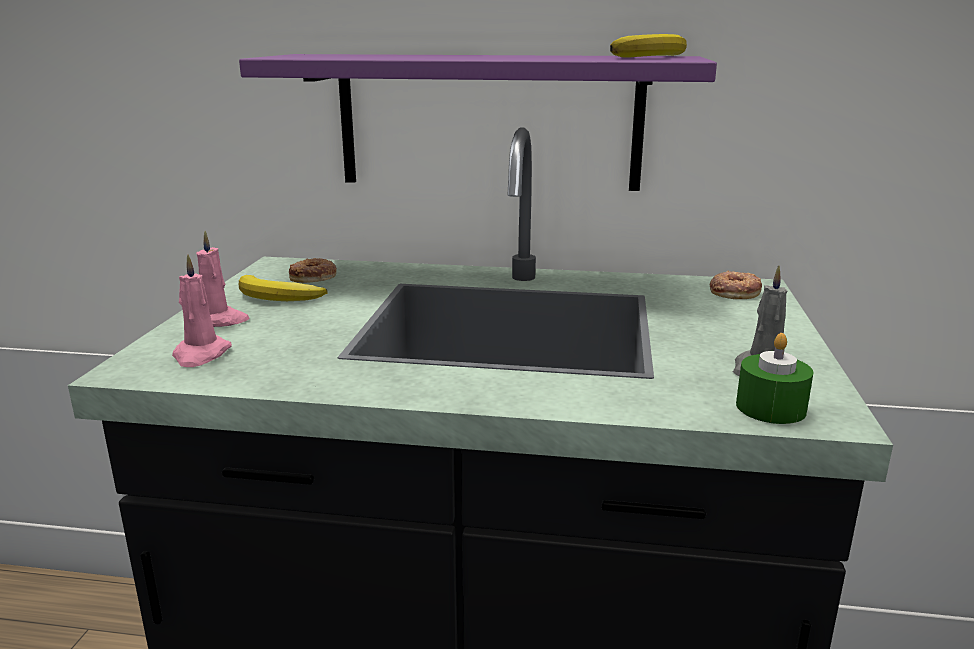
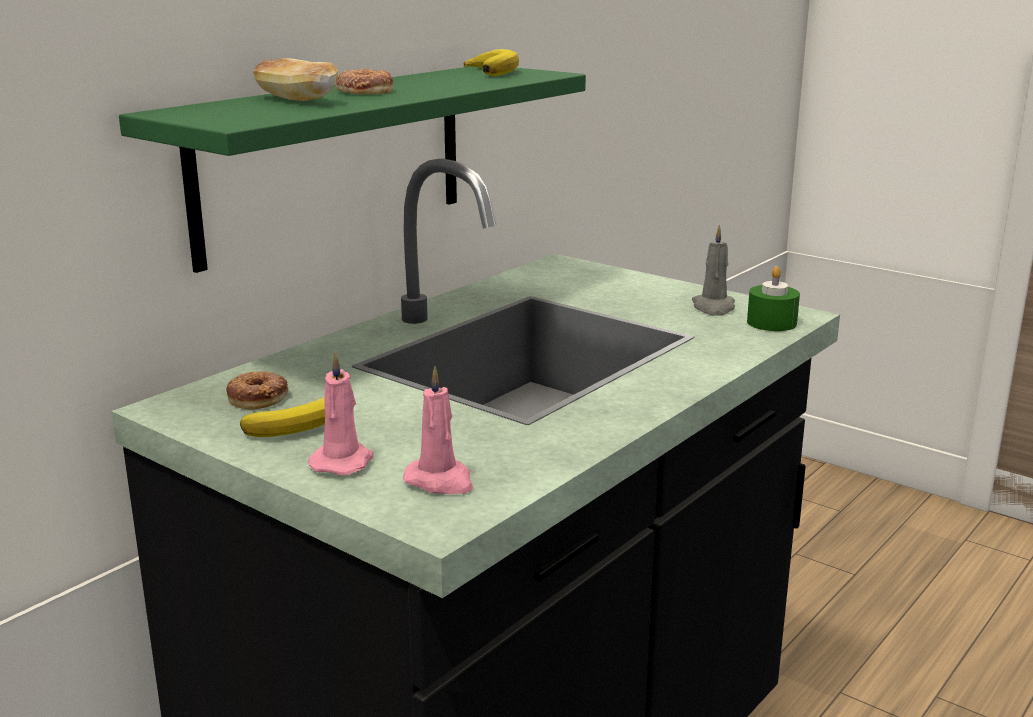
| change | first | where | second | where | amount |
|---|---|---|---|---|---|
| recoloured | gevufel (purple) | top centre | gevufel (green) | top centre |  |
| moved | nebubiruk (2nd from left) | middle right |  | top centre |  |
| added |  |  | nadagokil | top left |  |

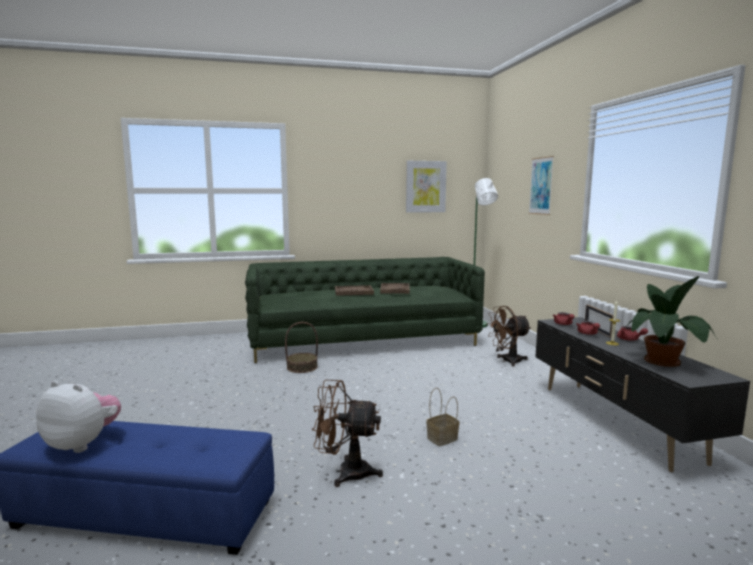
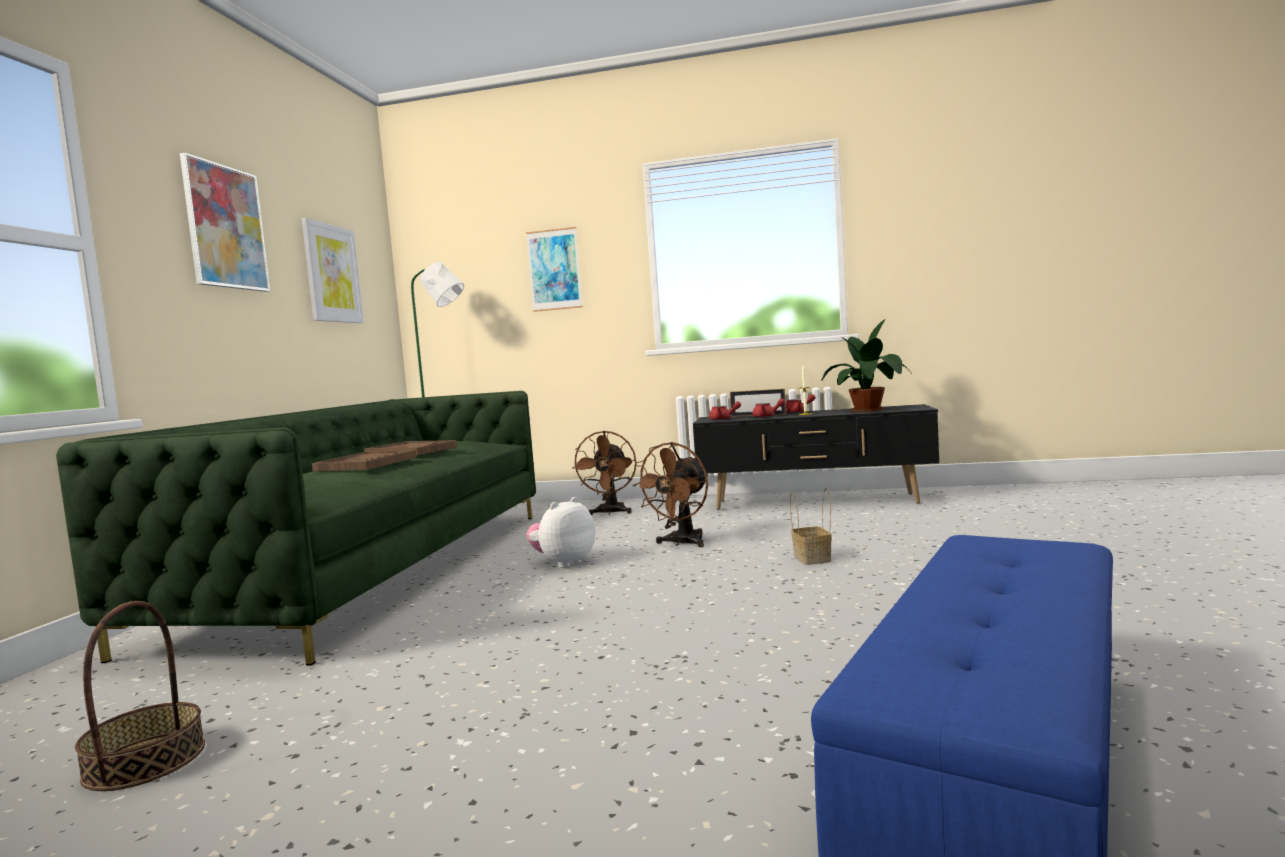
| change | first | where | second | where | amount |
|---|---|---|---|---|---|
| moved | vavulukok | bottom left |  | centre |  |
| moved | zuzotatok (1st from left) | centre |  | bottom left |  |
| moved | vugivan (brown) (1st from left in the first image) | bottom centre | vugivan (brown) (2nd from left) | centre |  |
| added |  |  | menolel (1st from left) | top left |  |

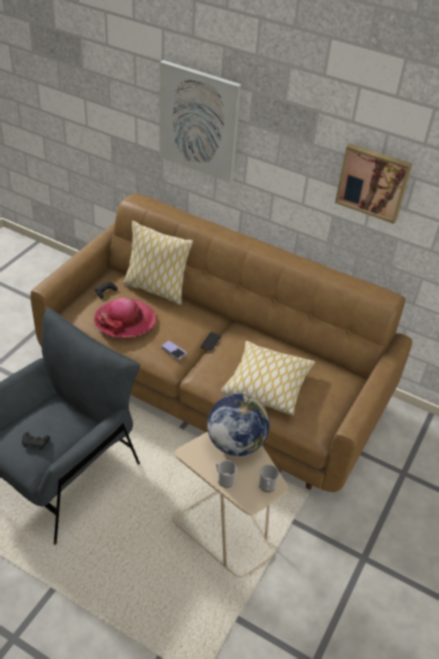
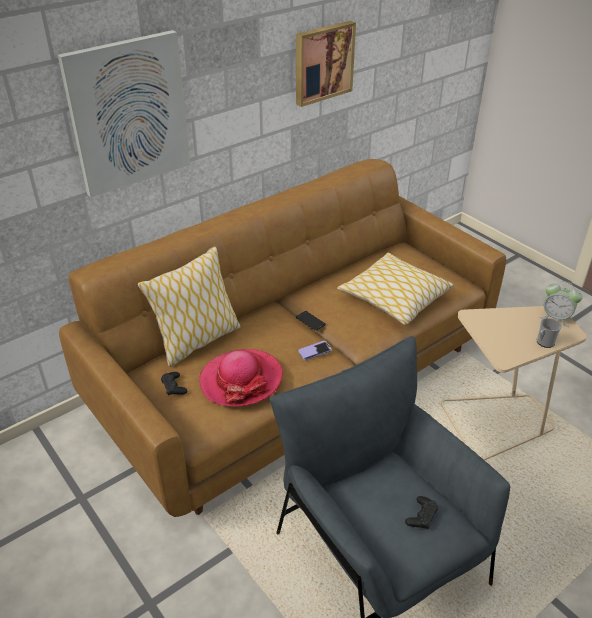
| change | first | where | second | where | amount |
|---|---|---|---|---|---|
| removed | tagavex | centre |  |  |  |
| replaced | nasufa (2nd from left) | bottom centre | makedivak | middle right |  |

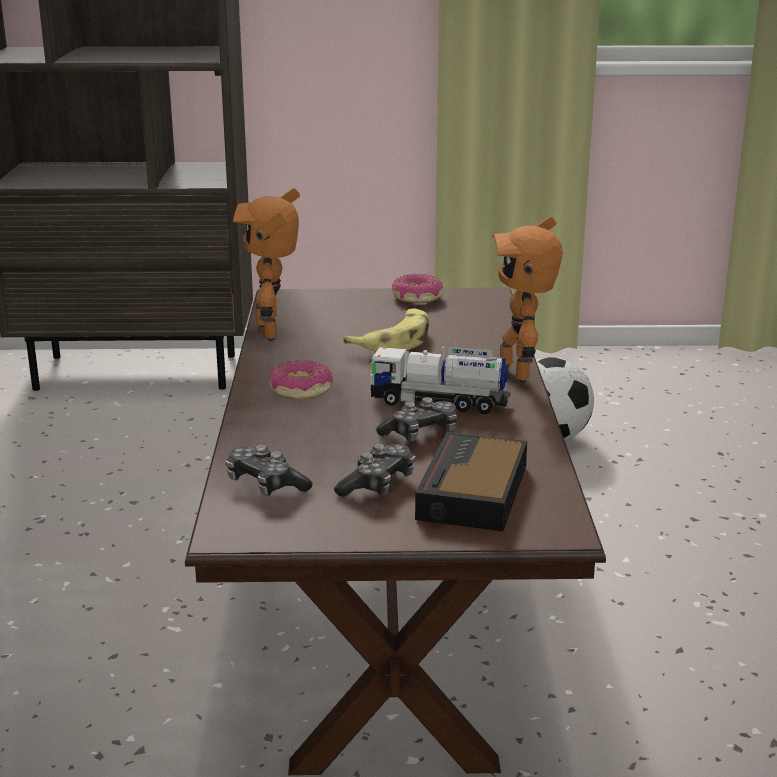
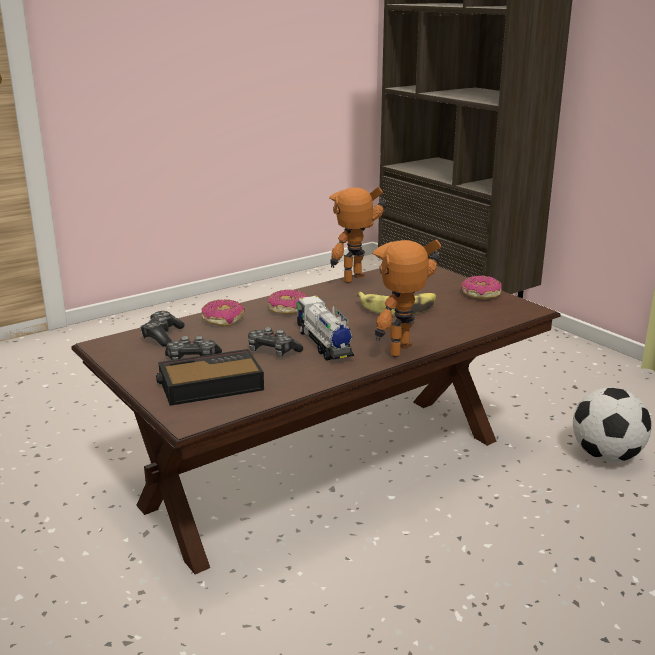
| change | first | where | second | where | amount |
|---|---|---|---|---|---|
| added |  |  | nebubiruk (1st from left) | centre |  |

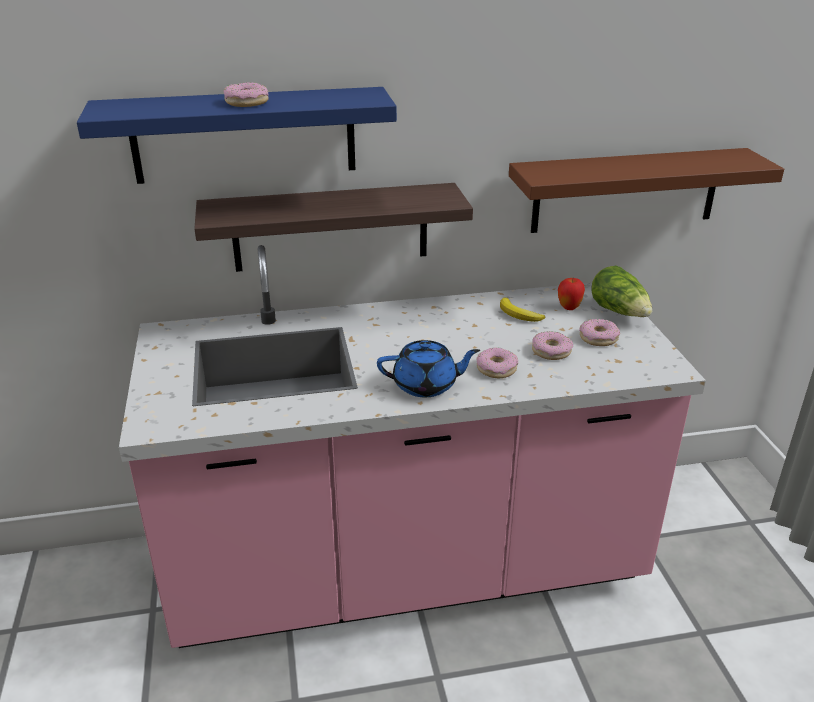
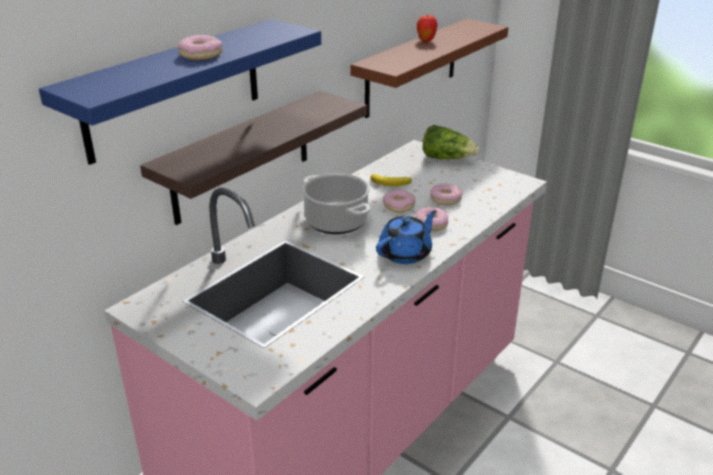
| change | first | where | second | where | amount |
|---|---|---|---|---|---|
| moved | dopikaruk | middle right |  | top centre |  |
| moved | nebubiruk (4th from left in the first image) | middle right | nebubiruk (2nd from left) | centre |  |
| added |  |  | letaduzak | centre |  |

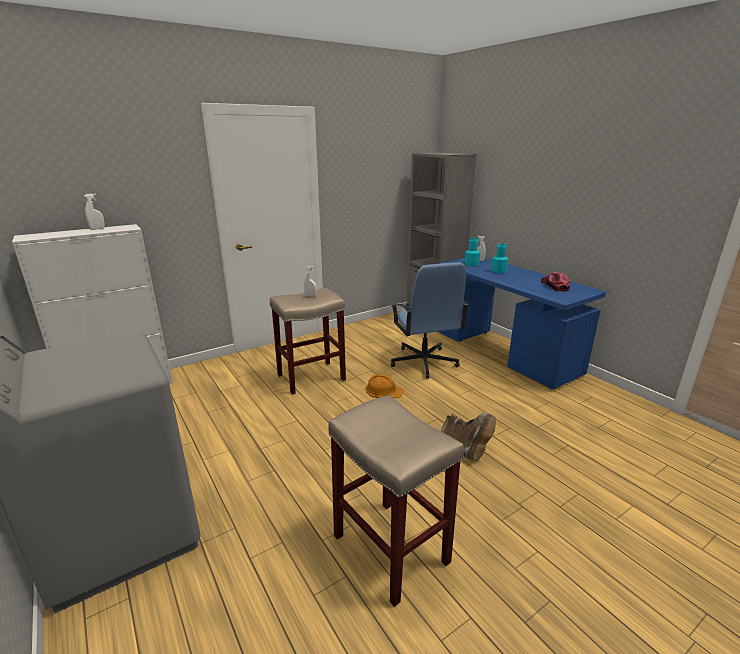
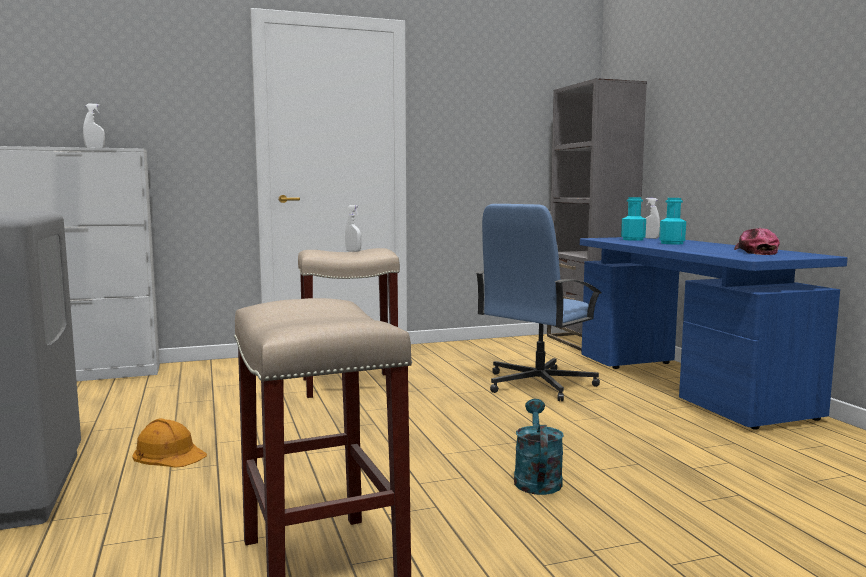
| change | first | where | second | where | amount |
|---|---|---|---|---|---|
| moved | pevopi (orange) | centre |  | bottom left |  |
| turned | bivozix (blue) | centre |  | centre | 45 degrees clockwise |
| replaced | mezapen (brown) | bottom centre | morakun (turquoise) | bottom centre |  |

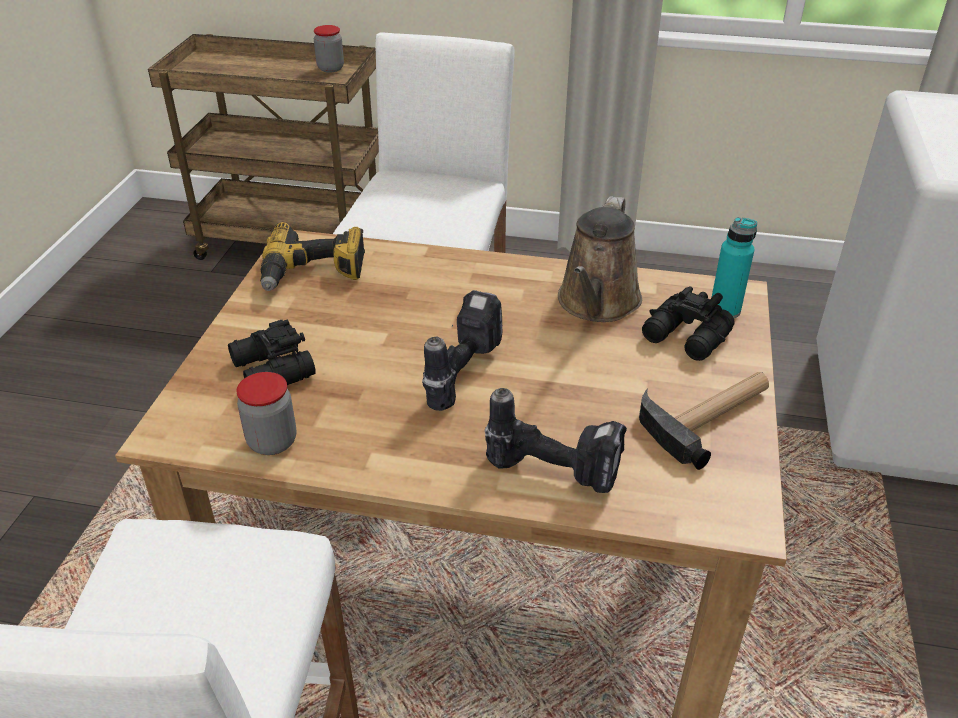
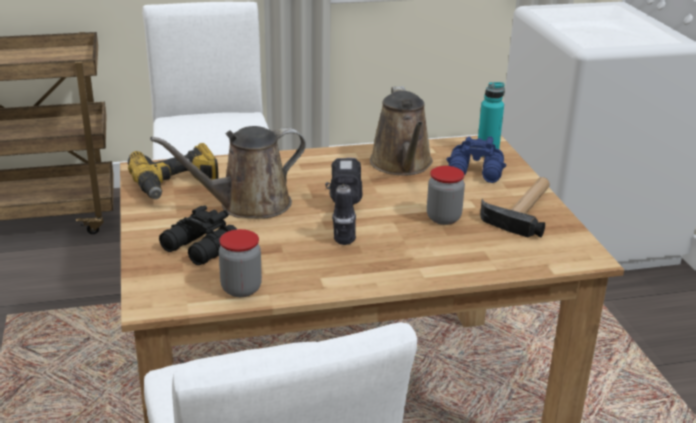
| change | first | where | second | where | amount |
|---|---|---|---|---|---|
| moved | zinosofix (2nd from left) | top centre |  | centre |  |
| removed | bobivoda (3rd from left) | centre |  |  |  |
| recoloured | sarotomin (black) (2nd from left) | middle right | sarotomin (blue) | middle right |  |
| added |  |  | morakun (brown) (1st from left) | middle left |  |

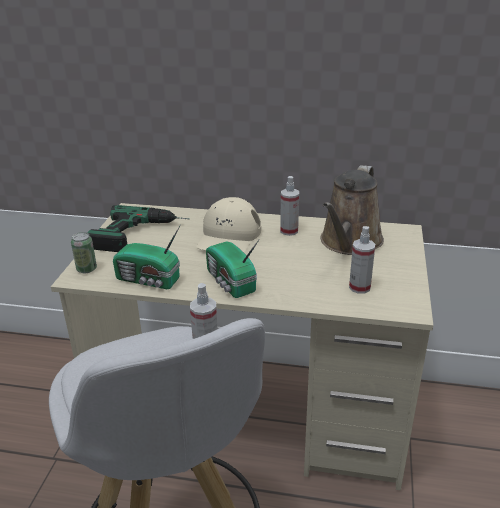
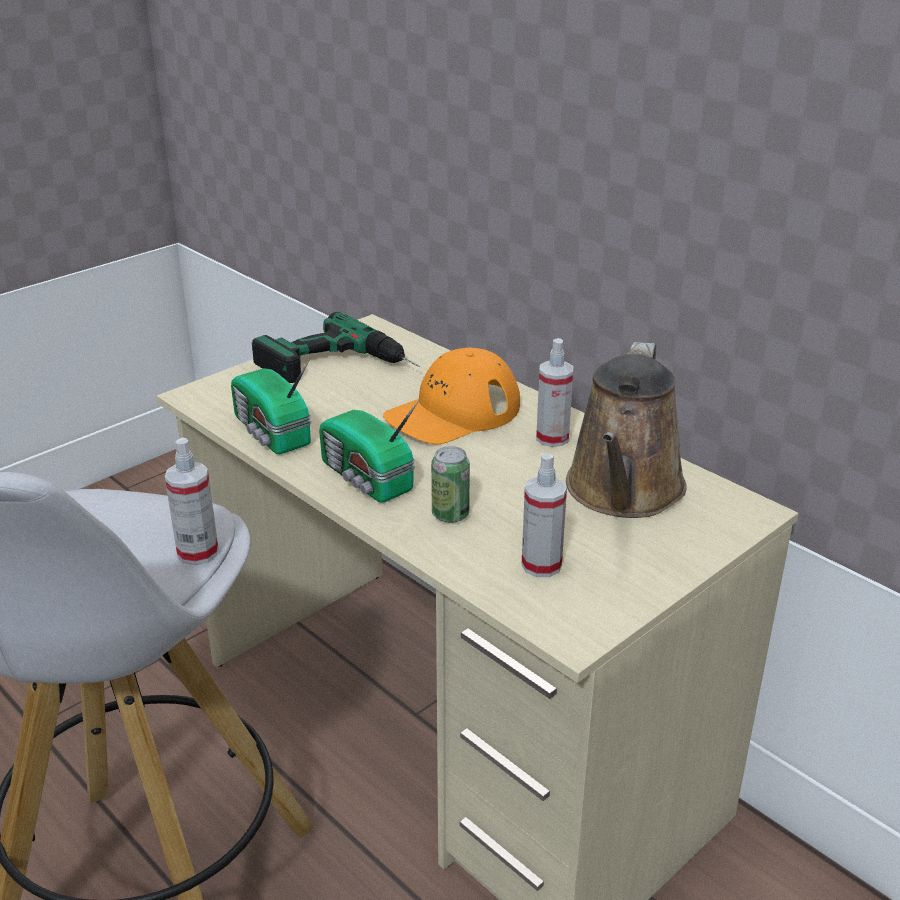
| change | first | where | second | where | amount |
|---|---|---|---|---|---|
| moved | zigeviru | middle left |  | centre |  |
| recoloured | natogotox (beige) | centre | natogotox (orange) | centre |  |
| turned | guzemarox (2nd from left) | centre |  | centre | 45 degrees counterclockwise |
| turned | morakun (brown) | middle right |  | middle right | 45 degrees counterclockwise |

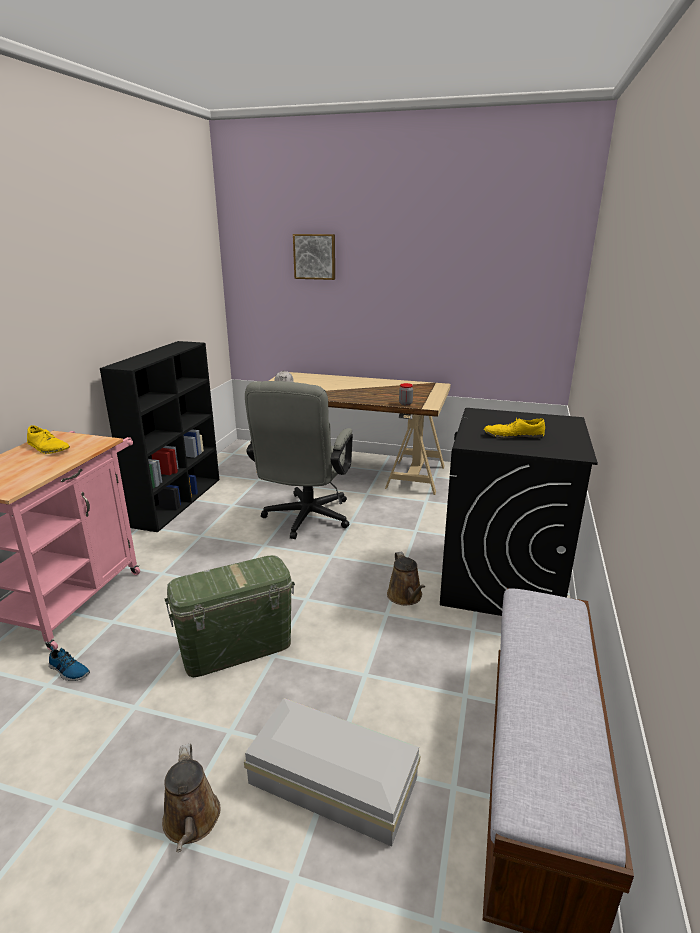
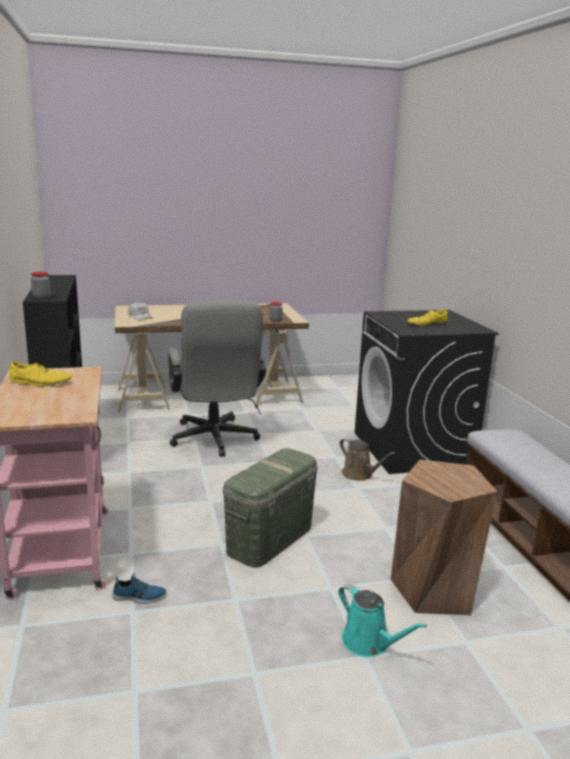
| change | first | where | second | where | amount |
|---|---|---|---|---|---|
| recoloured | morakun (brown) (1st from left) | bottom left | morakun (turquoise) | bottom right |  |
| replaced | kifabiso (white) | bottom centre | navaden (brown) | bottom right |  |
| removed | menolel | top centre |  |  |  |
| added |  |  | zinosofix (1st from left) | middle left |  |

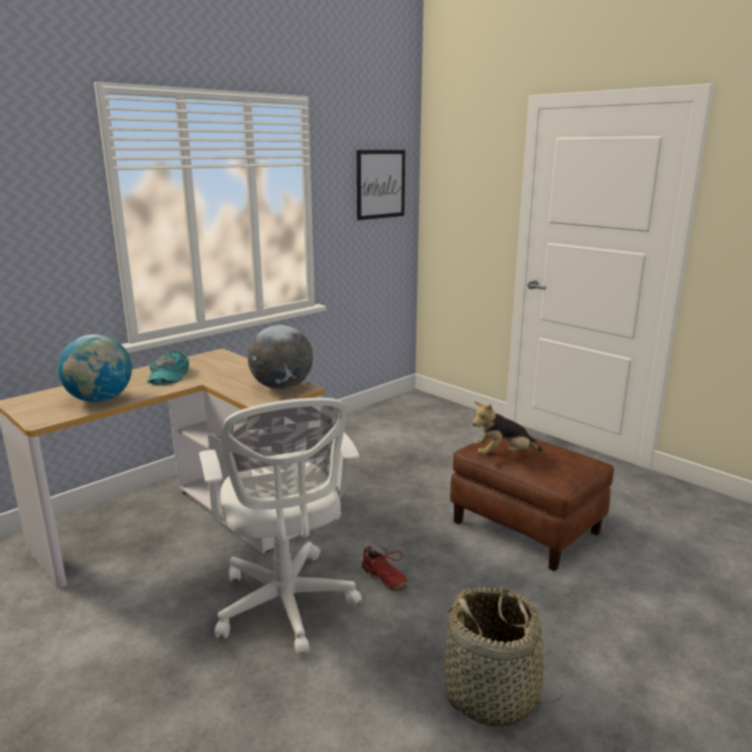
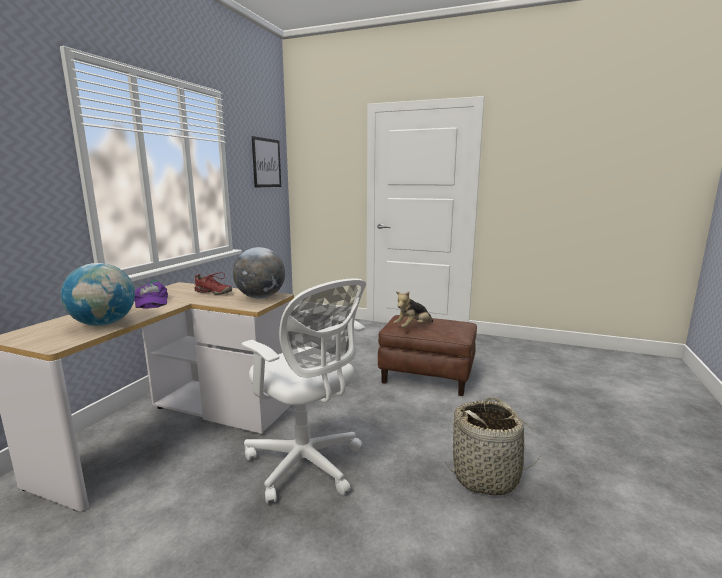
| change | first | where | second | where | amount |
|---|---|---|---|---|---|
| recoloured | natogotox (turquoise) | middle left | natogotox (purple) | middle left |  |
| moved | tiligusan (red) | bottom centre |  | middle left |  |

